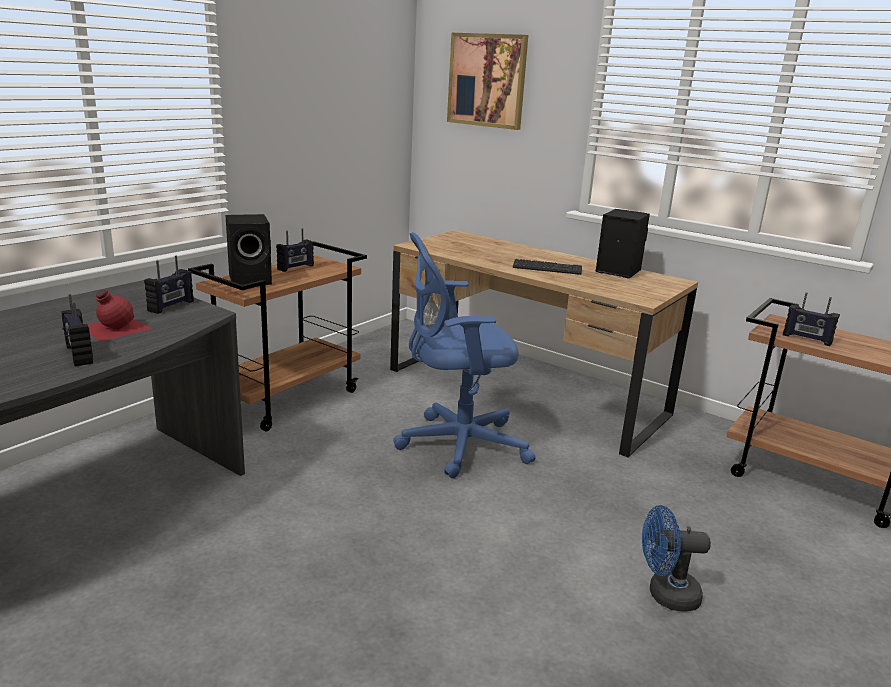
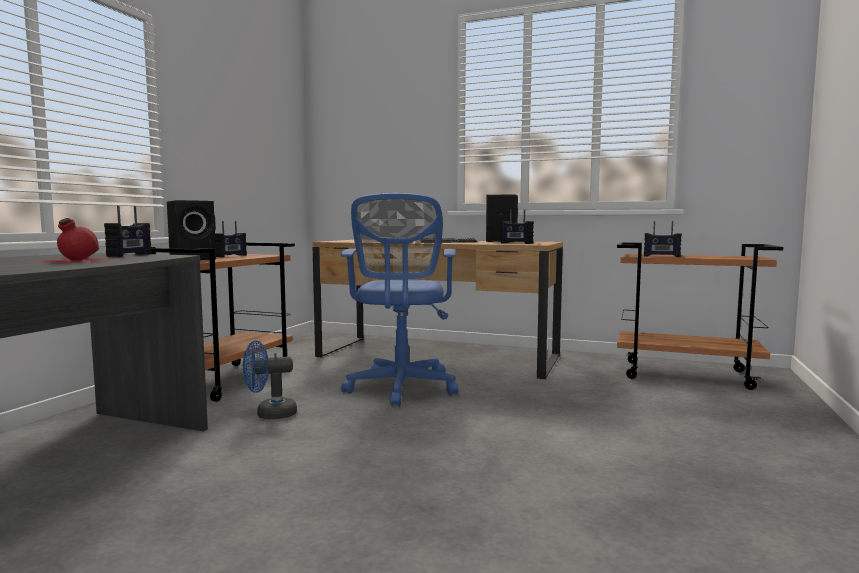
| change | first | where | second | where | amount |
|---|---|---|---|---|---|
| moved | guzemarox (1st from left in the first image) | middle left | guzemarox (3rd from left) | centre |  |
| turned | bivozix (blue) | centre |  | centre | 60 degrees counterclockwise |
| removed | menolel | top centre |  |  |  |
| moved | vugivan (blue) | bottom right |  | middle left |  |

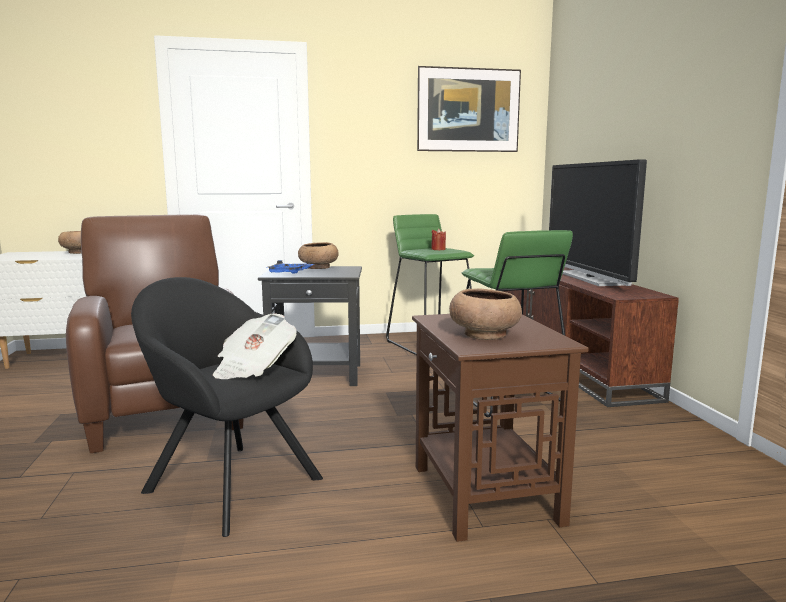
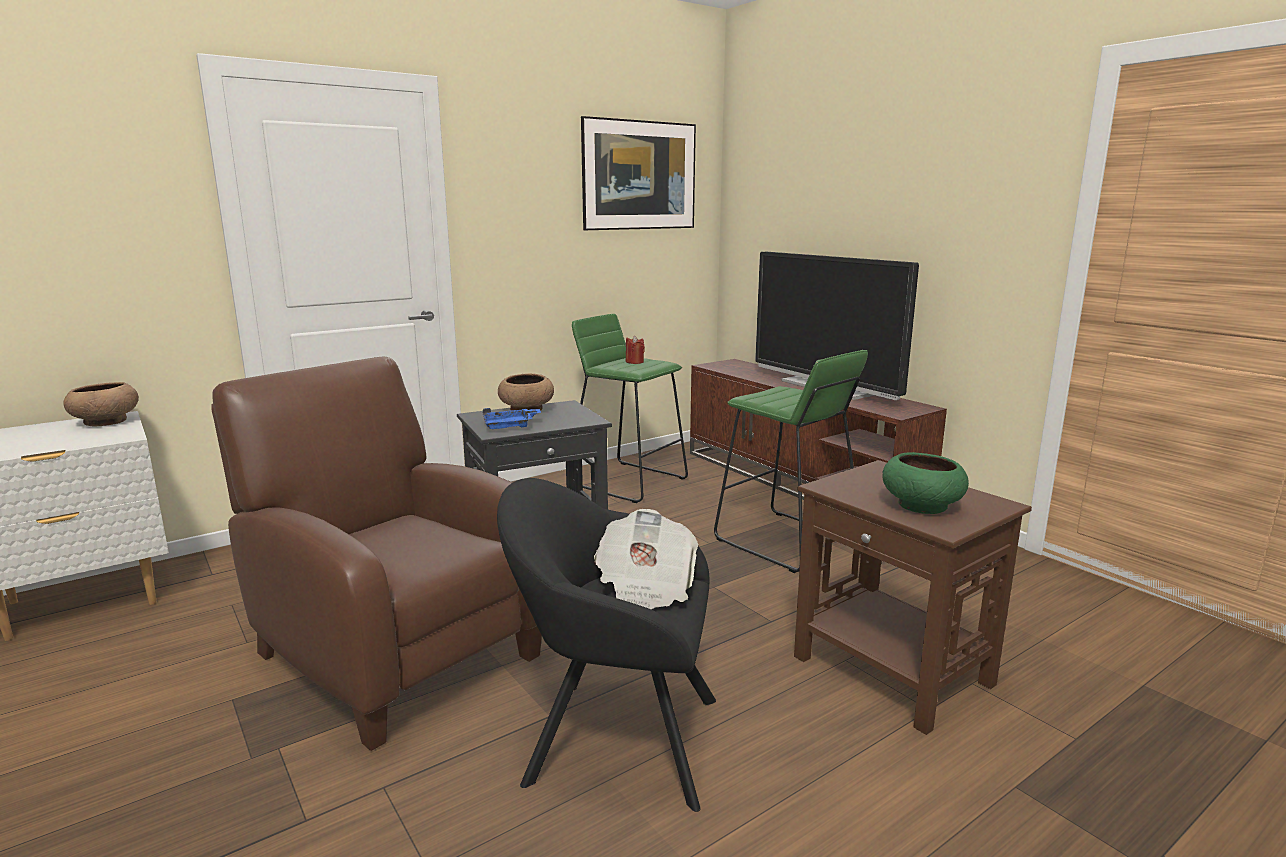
| change | first | where | second | where | amount |
|---|---|---|---|---|---|
| recoloured | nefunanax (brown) (3rd from left) | centre | nefunanax (green) | middle right |  |

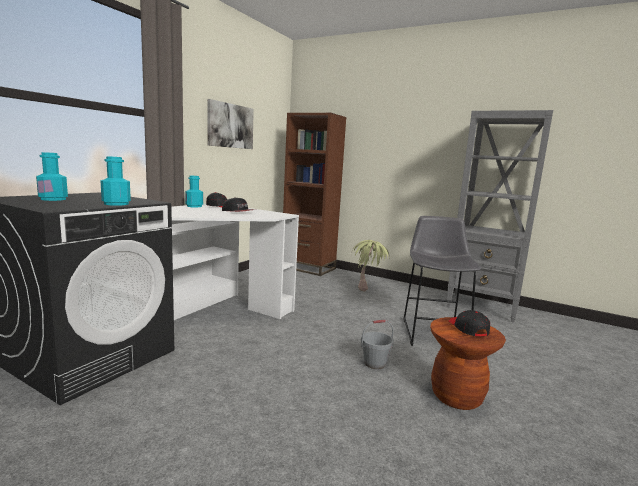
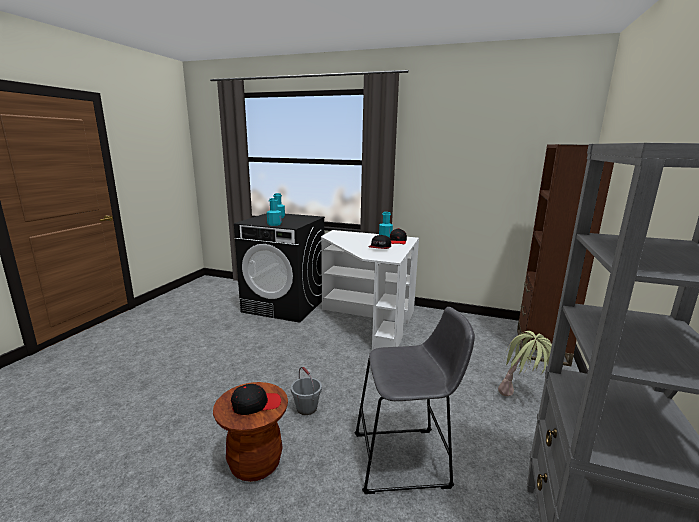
| change | first | where | second | where | amount |
|---|---|---|---|---|---|
| removed | menolel | top centre |  |  |  |

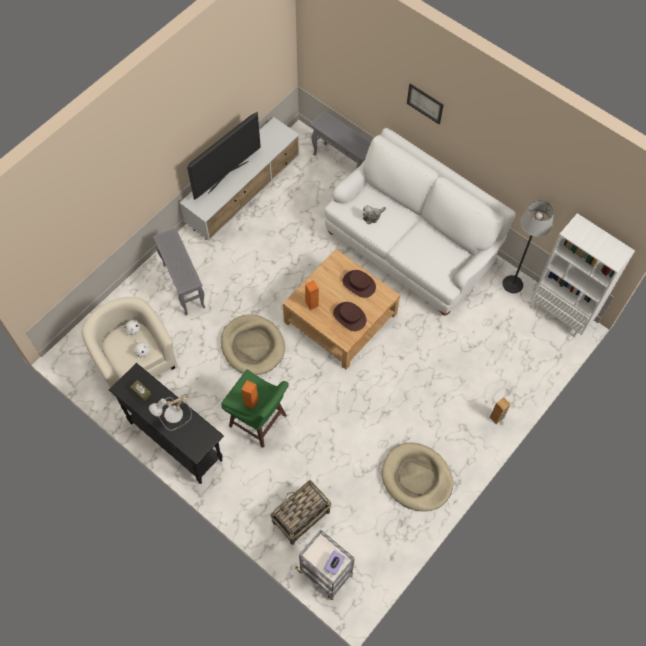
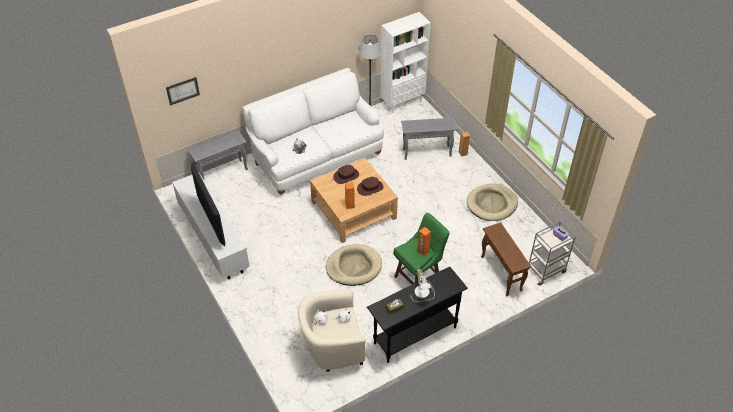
| change | first | where | second | where | amount |
|---|---|---|---|---|---|
| moved | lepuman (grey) (1st from left in the first image) | middle left | lepuman (grey) (2nd from left) | centre |  |
| replaced | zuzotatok | bottom centre | lepuman (brown) | middle right |  |
| moved | menolel | top centre |  | top left |  |

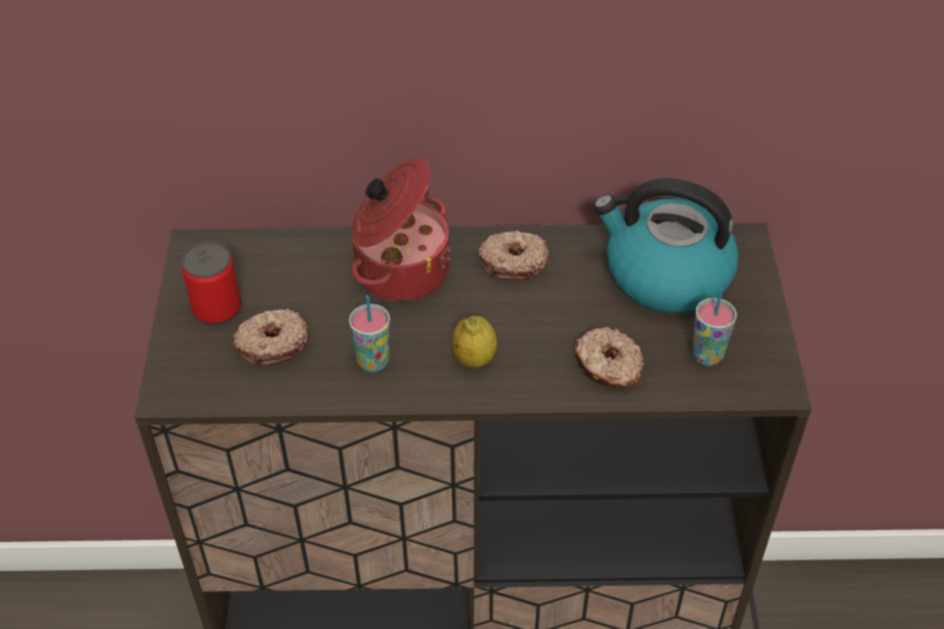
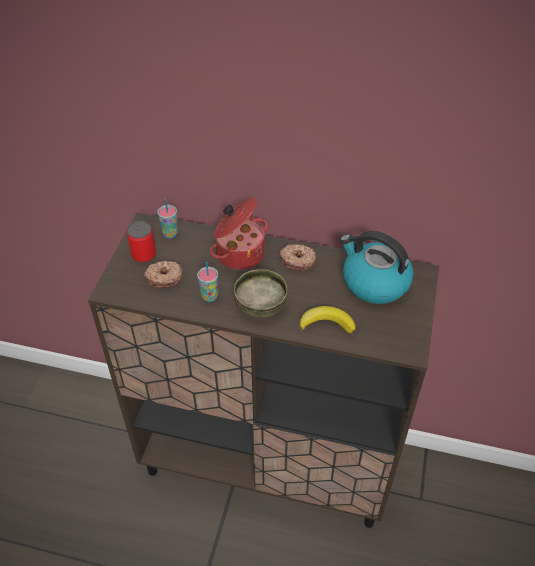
| change | first | where | second | where | amount |
|---|---|---|---|---|---|
| replaced | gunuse | centre | nefunanax | centre |  |
| replaced | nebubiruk (3rd from left) | centre | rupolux | centre |  |
| moved | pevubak (2nd from left in the first image) | middle right | pevubak (1st from left) | middle left |  |

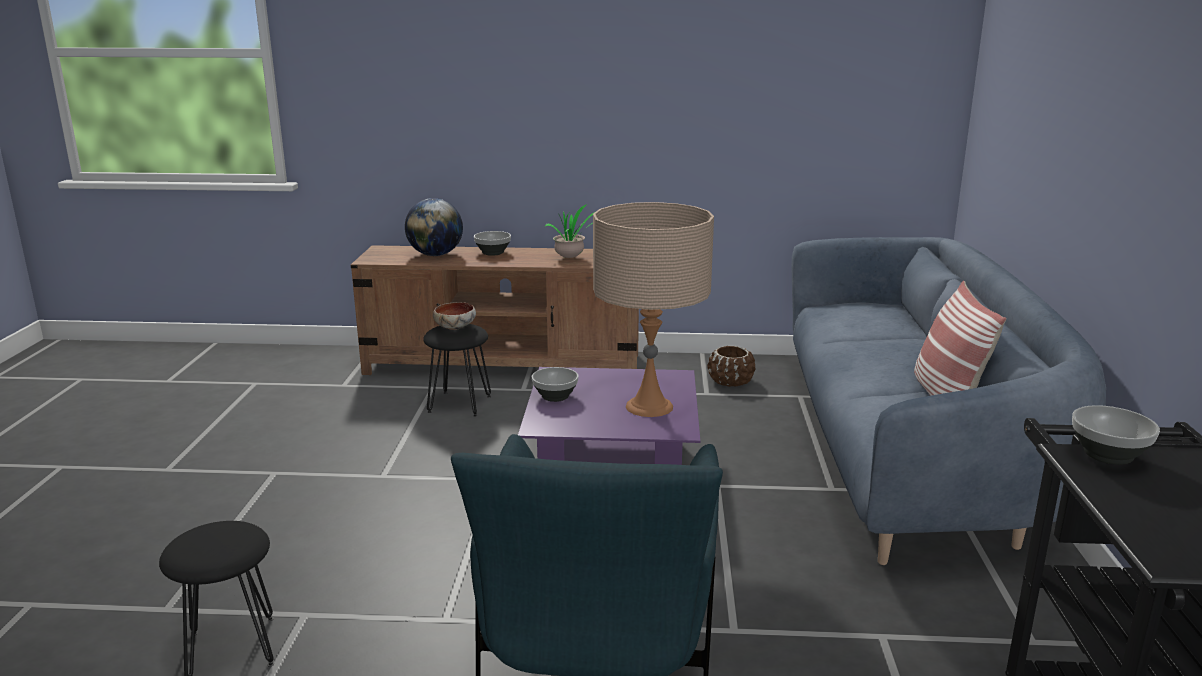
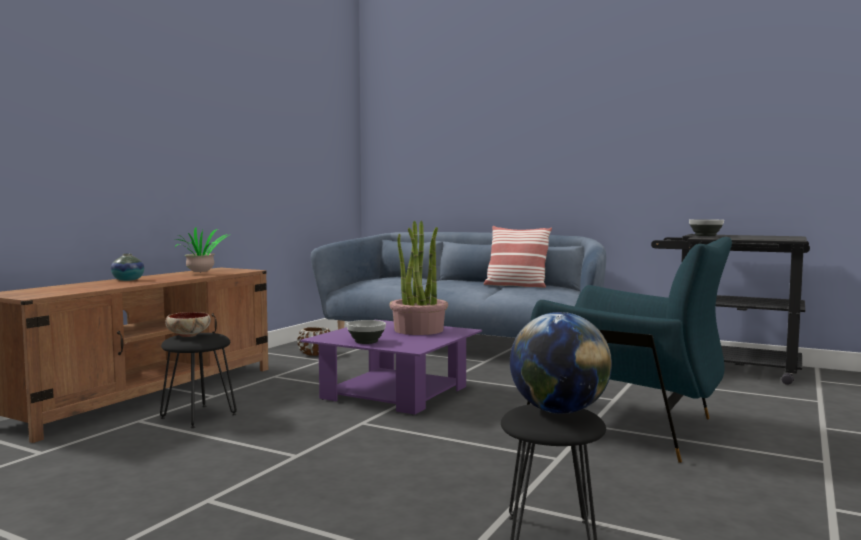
| change | first | where | second | where | amount |
|---|---|---|---|---|---|
| moved | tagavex | centre |  | bottom centre |  |
| replaced | nefunanax (2nd from left) | centre | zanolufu | middle left |  |
| replaced | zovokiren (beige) | centre | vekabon (2nd from left) | centre |  |

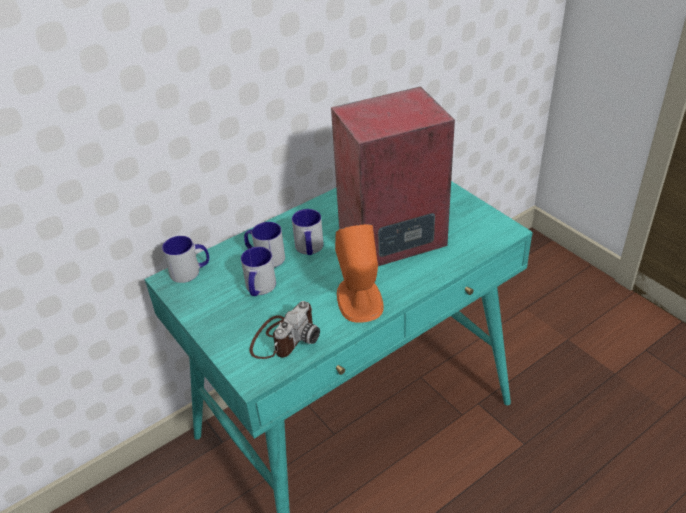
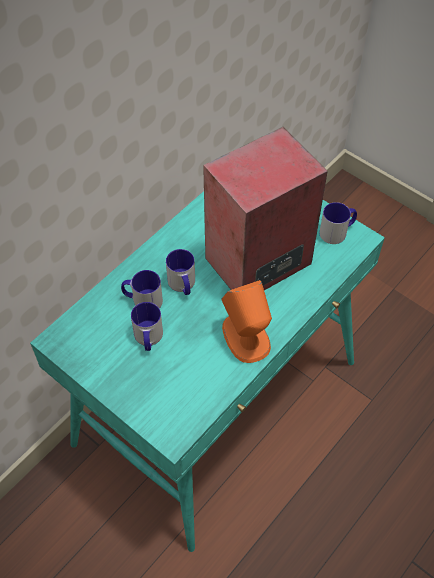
| change | first | where | second | where | amount |
|---|---|---|---|---|---|
| moved | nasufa (1st from left in the first image) | middle left | nasufa (4th from left) | middle right |  |
| removed | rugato | centre |  |  |  |

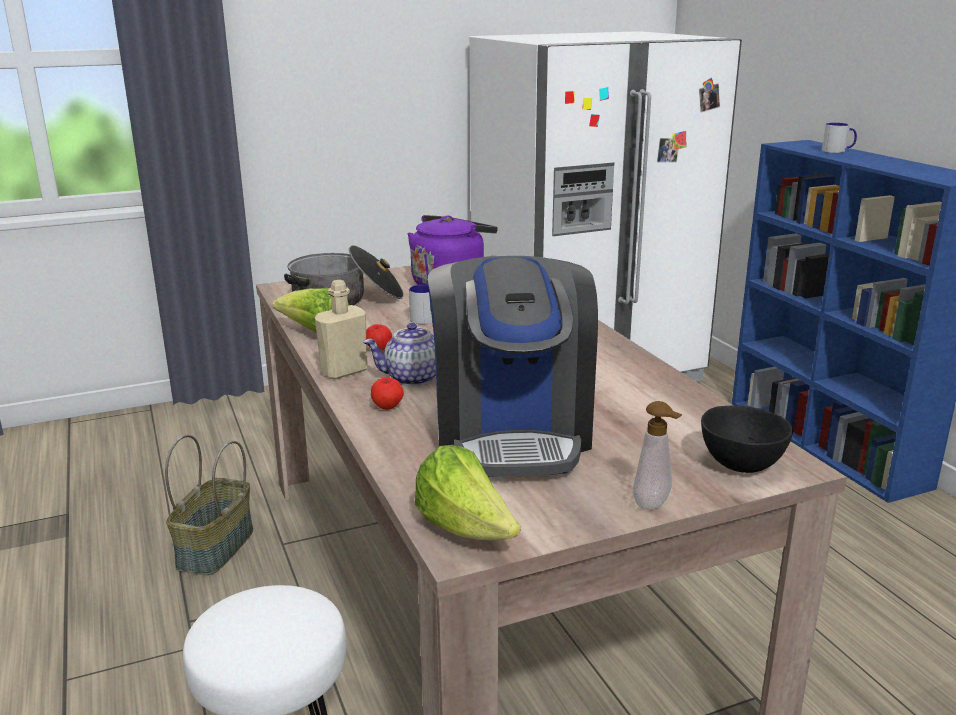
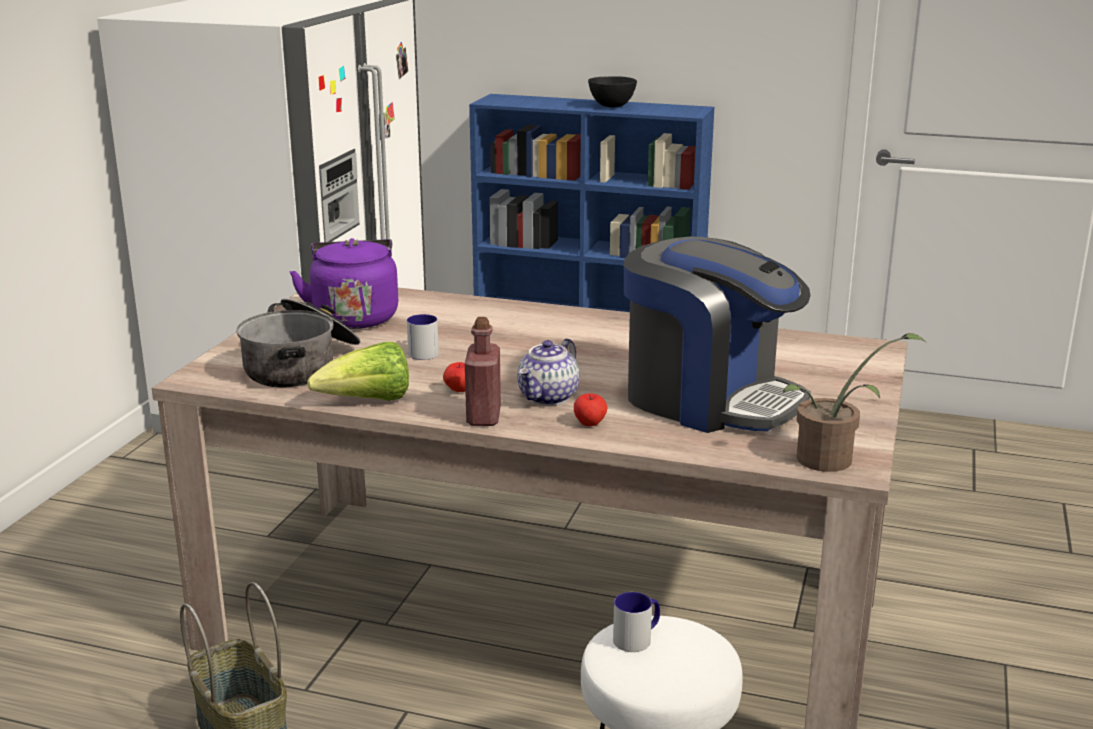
| change | first | where | second | where | amount |
|---|---|---|---|---|---|
| recoloured | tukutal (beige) | centre | tukutal (red) | centre |  |
| replaced | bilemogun (2nd from left) | bottom centre | vekabon | middle right |  |
| removed | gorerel | middle right |  |  |  |
| moved | nefunanax (black) | middle right |  | top centre |  |
| moved | nasufa (2nd from left) | top right |  | bottom centre |  |

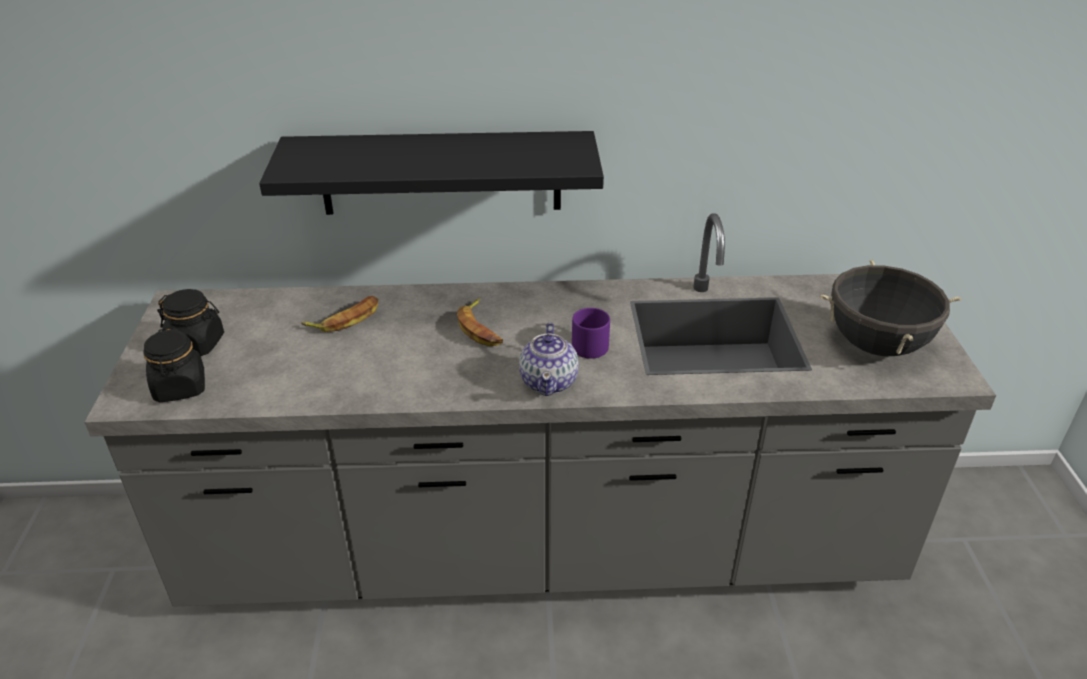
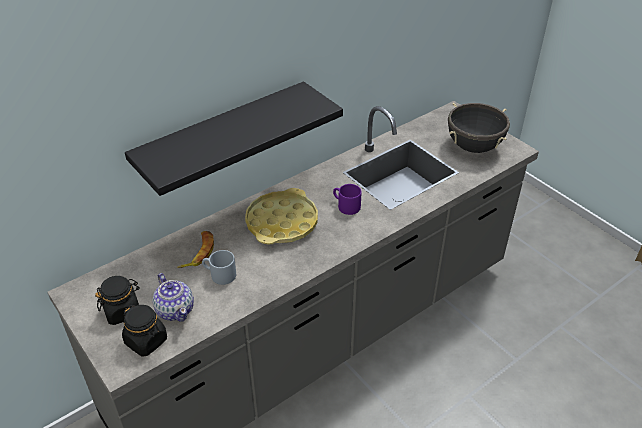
| change | first | where | second | where | amount |
|---|---|---|---|---|---|
| replaced | rupolux (2nd from left) | centre | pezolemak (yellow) | centre |  |
| moved | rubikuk | centre |  | bottom left |  |
| added |  |  | nasufa (grey) | centre |  |

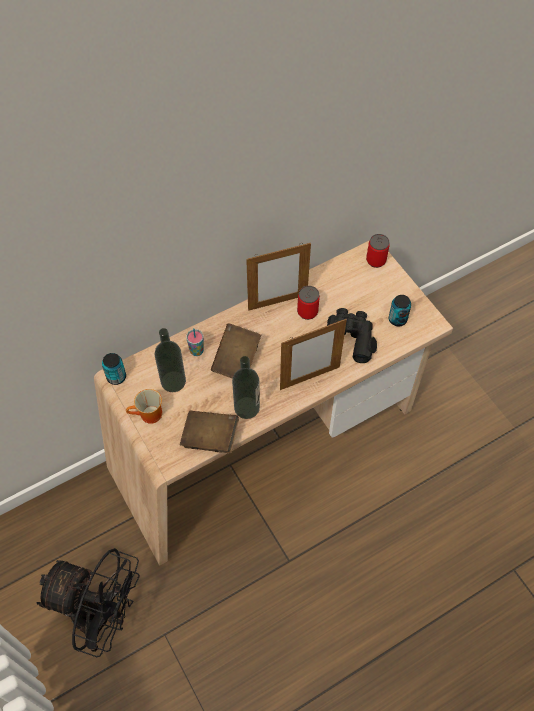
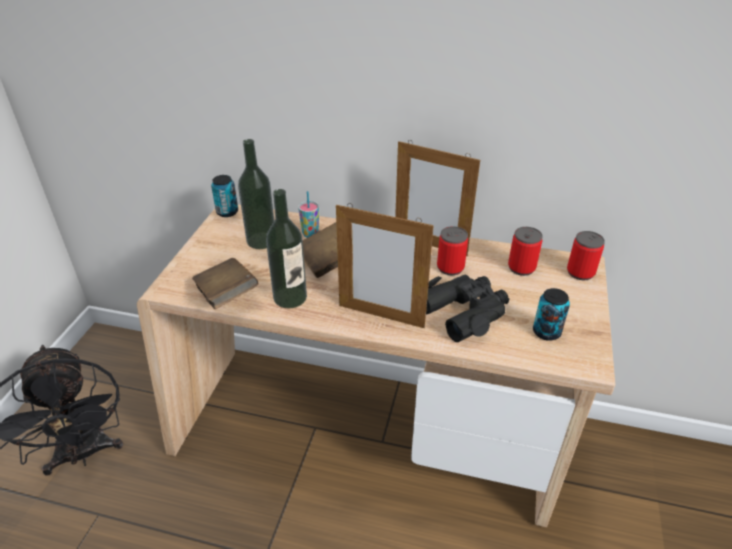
| change | first | where | second | where | amount |
|---|---|---|---|---|---|
| removed | nasufa | middle left |  |  |  |
| added |  |  | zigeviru (3rd from left) | middle right |  |

